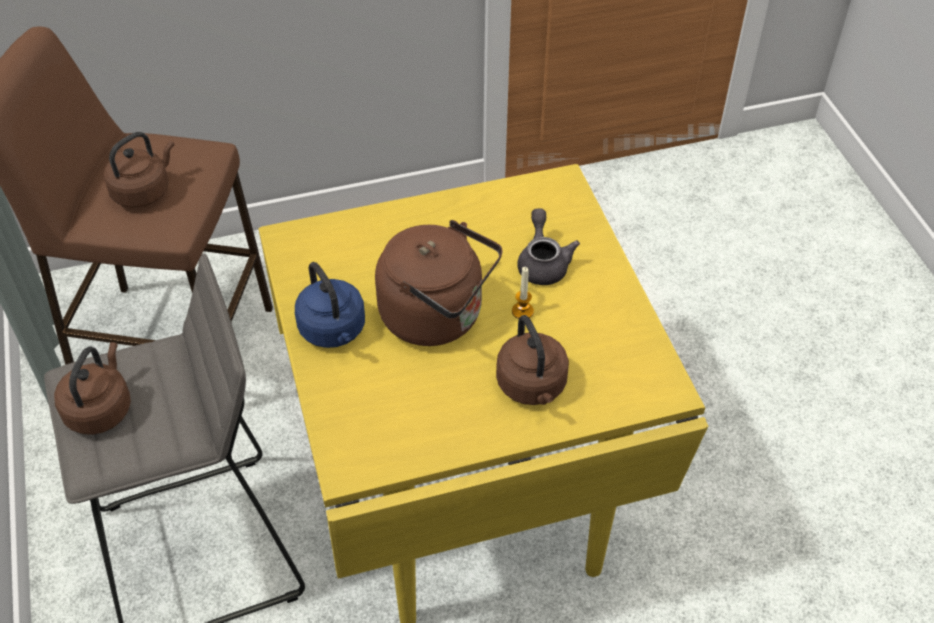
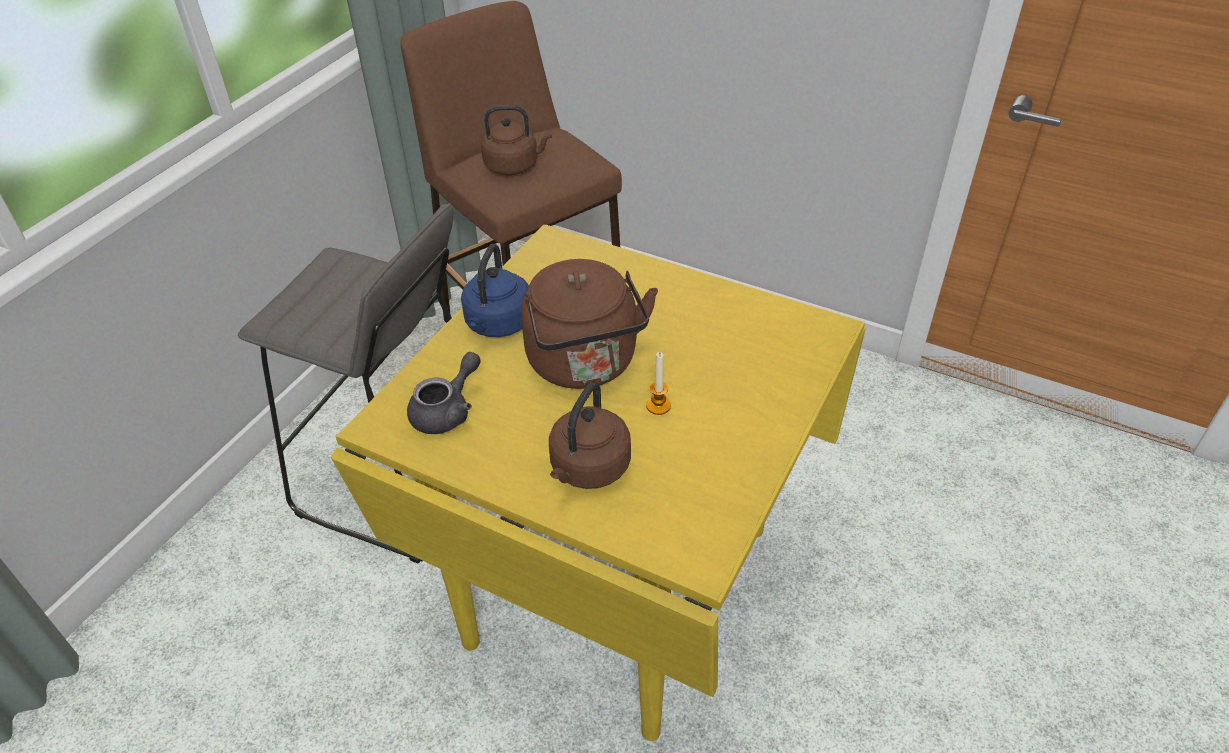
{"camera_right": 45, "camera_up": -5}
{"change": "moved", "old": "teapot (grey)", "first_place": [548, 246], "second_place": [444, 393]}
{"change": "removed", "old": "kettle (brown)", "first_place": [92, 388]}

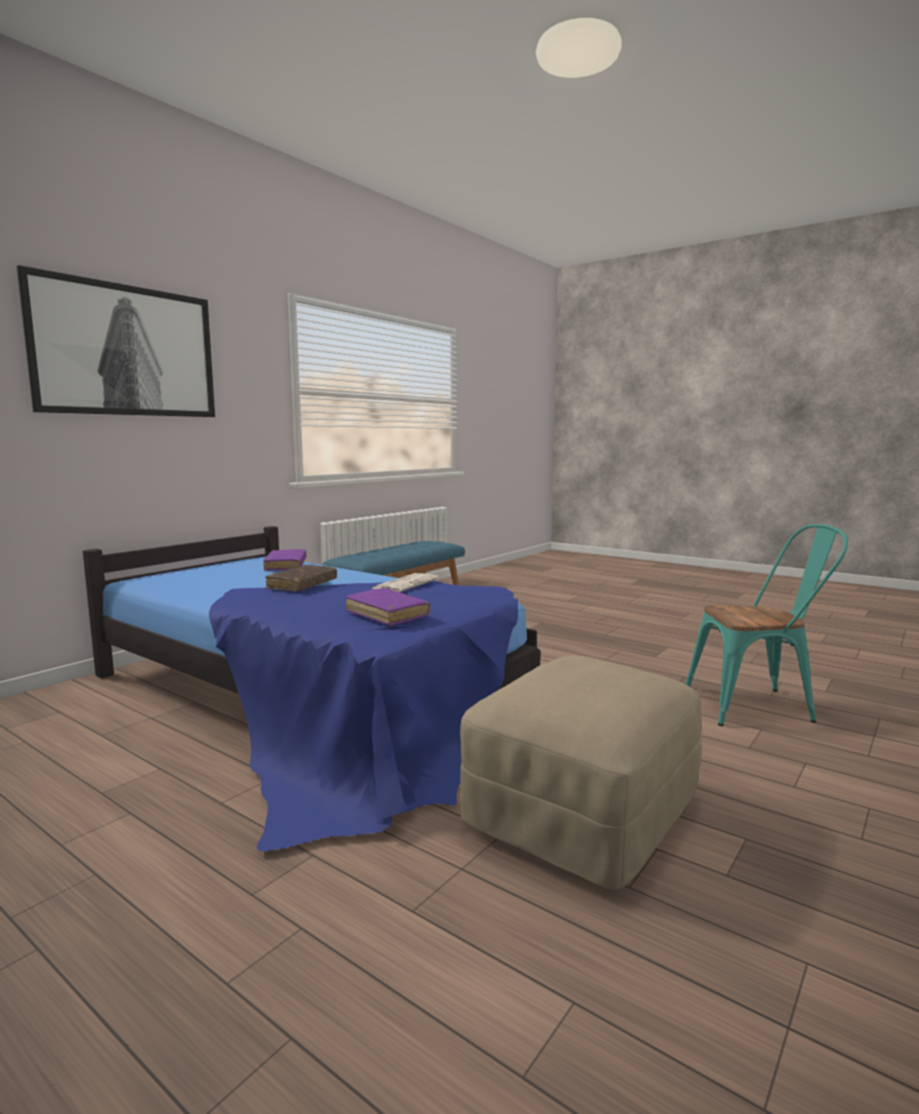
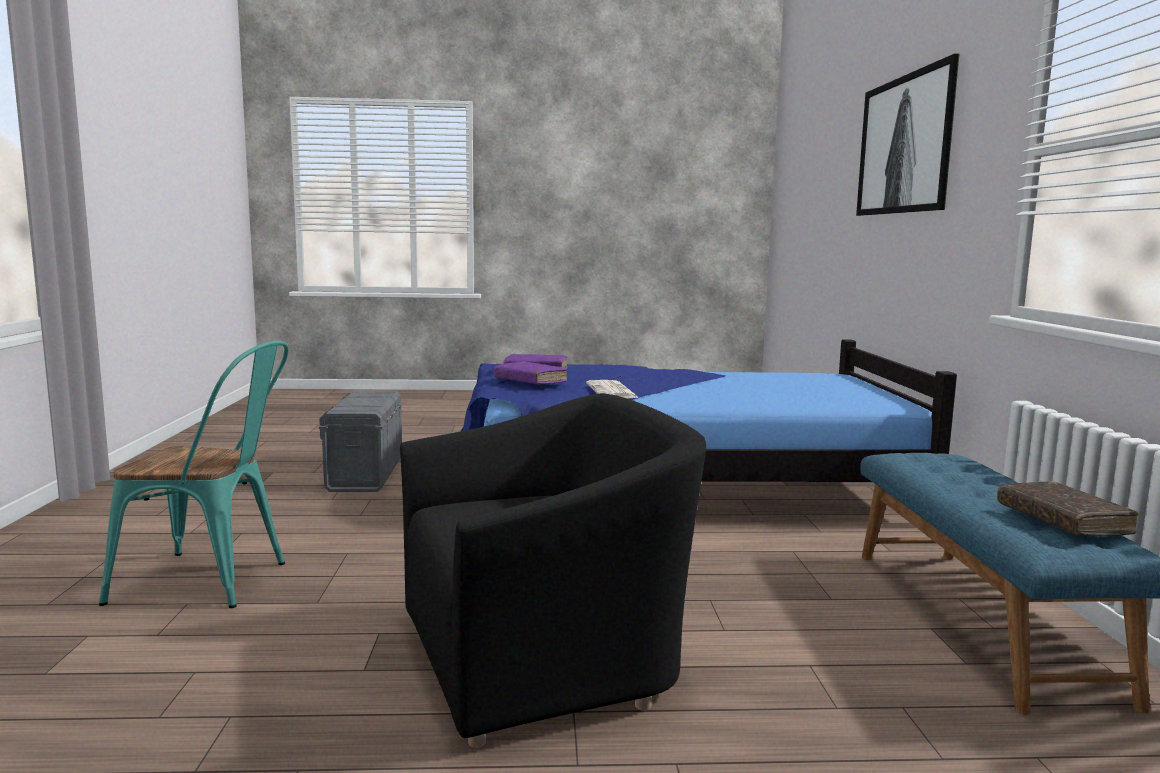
{"camera_right": 140, "camera_up": 0}
{"change": "turned", "old": "chair (turquoise)", "first_place": [767, 625], "second_place": [194, 474], "degrees": -135}
{"change": "replaced", "old": "ottoman (beige)", "new": "storage box (grey)", "first_place": [581, 773], "second_place": [361, 441]}
{"change": "added", "new": "armchair (black)", "second_place": [553, 570]}
{"change": "moved", "old": "book (purple)", "first_place": [284, 560], "second_place": [530, 373]}
{"change": "moved", "old": "book (brown)", "first_place": [301, 578], "second_place": [1067, 508]}

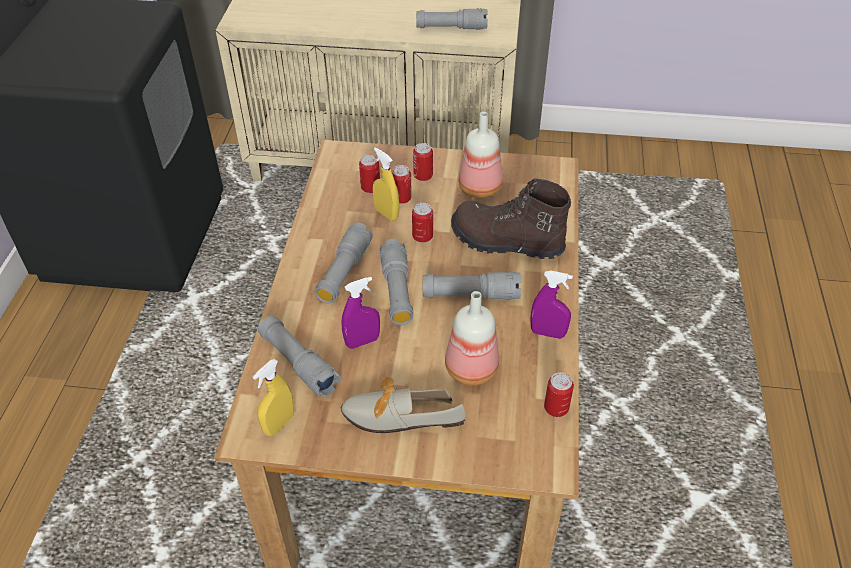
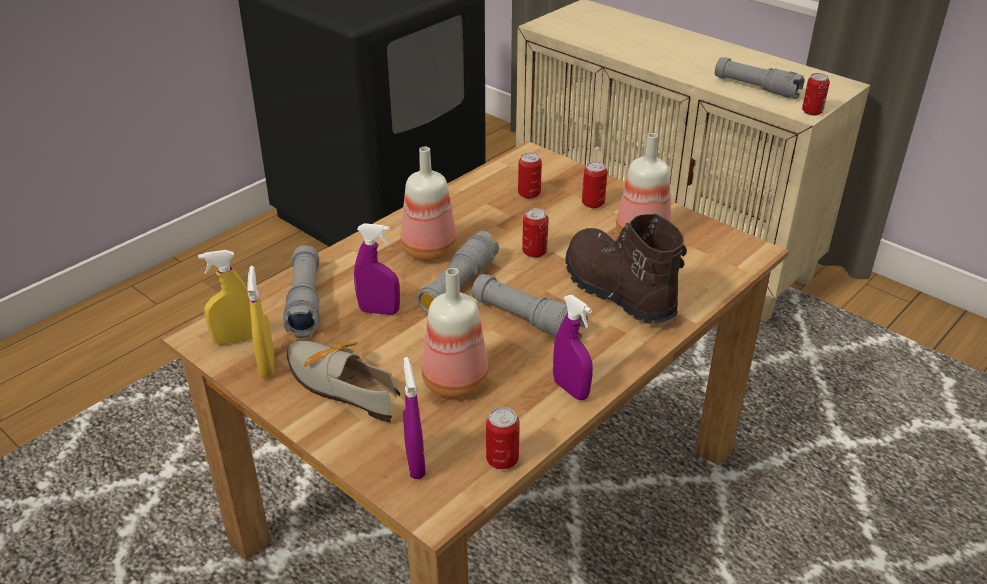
{"camera_right": 35, "camera_up": -10}
{"change": "moved", "old": "spray bottle (yellow)", "first_place": [386, 184], "second_place": [260, 322]}
{"change": "replaced", "old": "flashlight (grey)", "new": "bottle", "first_place": [343, 263], "second_place": [429, 203]}
{"change": "added", "new": "spray bottle (purple)", "second_place": [414, 418]}
{"change": "moved", "old": "can", "first_place": [402, 184], "second_place": [816, 94]}

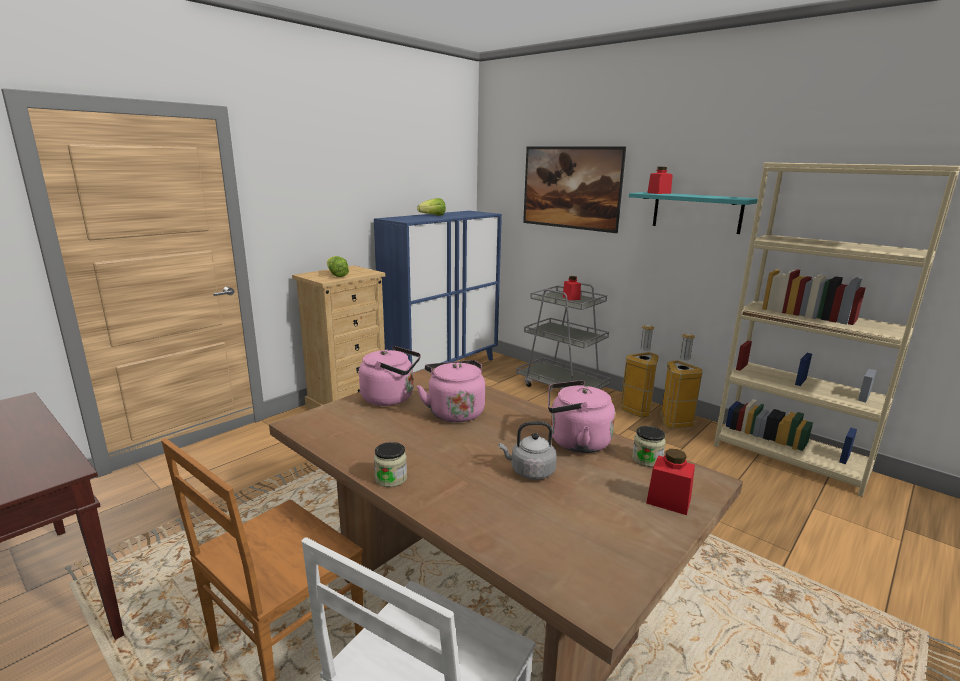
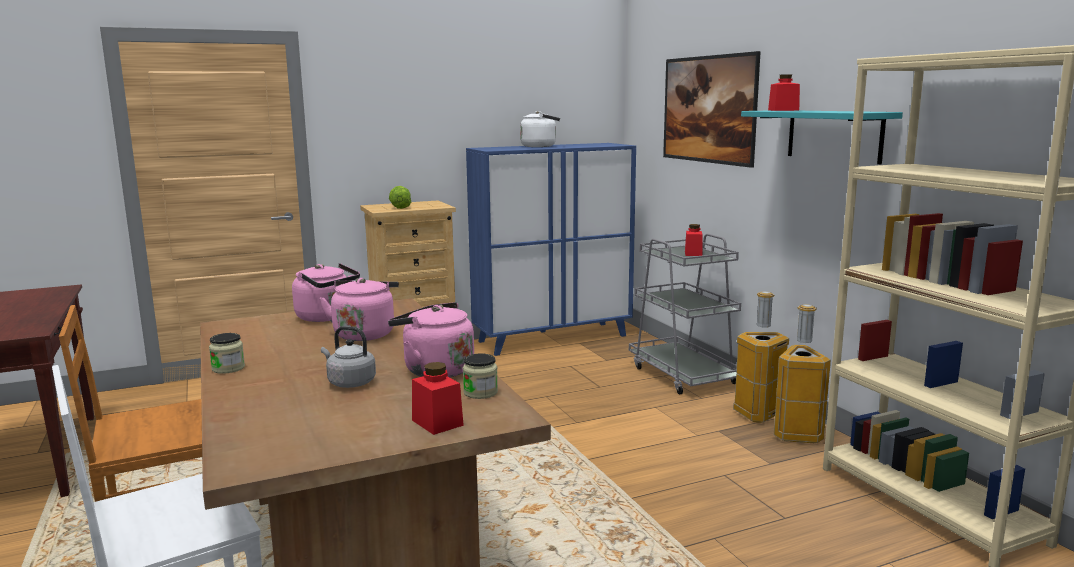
{"camera_right": 25, "camera_up": -5}
{"change": "replaced", "old": "lettuce", "new": "kettle (white)", "first_place": [431, 207], "second_place": [540, 129]}

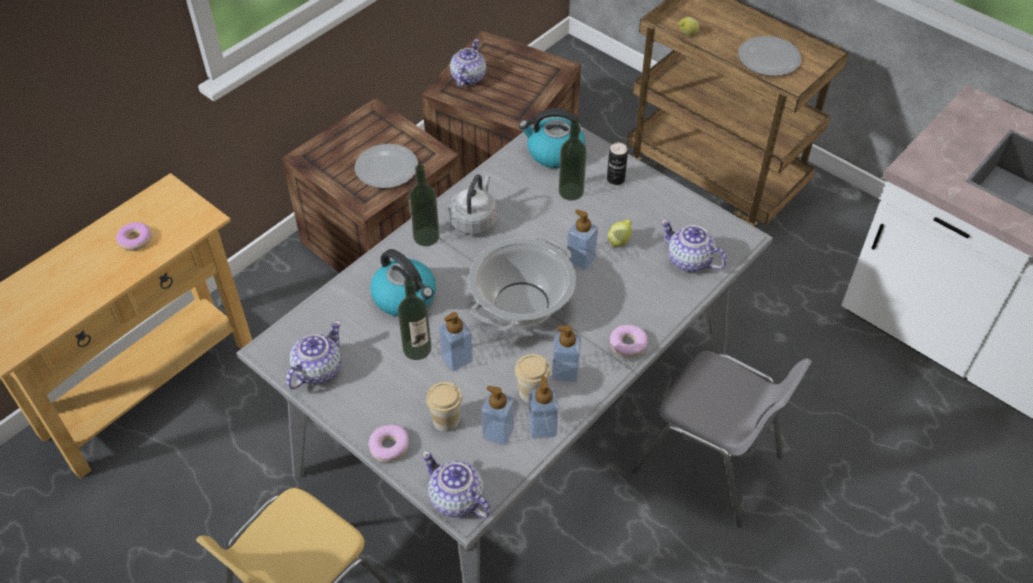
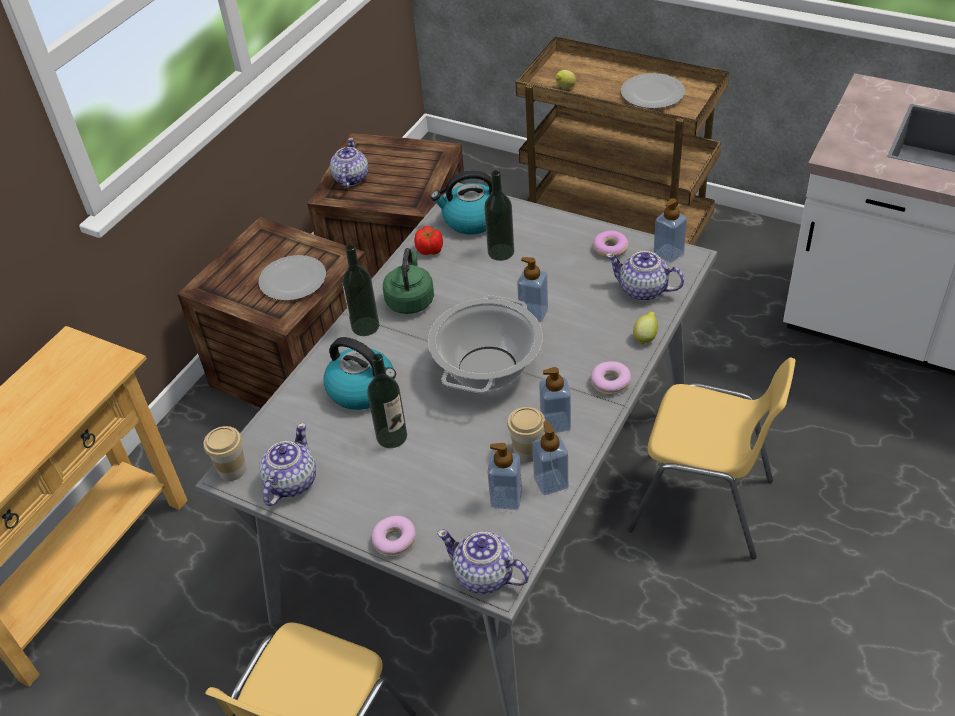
{"camera_right": -10, "camera_up": -5}
{"change": "moved", "old": "cup", "first_place": [444, 407], "second_place": [225, 453]}
{"change": "recoloured", "old": "kettle (grey)", "new": "kettle (green)", "first_place": [473, 204], "second_place": [408, 281]}
{"change": "added", "new": "tomato", "second_place": [428, 240]}
{"change": "moved", "old": "donut", "first_place": [134, 236], "second_place": [611, 244]}
{"change": "recoloured", "old": "chair (grey)", "new": "chair (yellow)", "first_place": [722, 439], "second_place": [712, 458]}
{"change": "moved", "old": "lemon", "first_place": [620, 233], "second_place": [645, 328]}
{"change": "moved", "old": "soap dispenser", "first_place": [456, 341], "second_place": [670, 230]}
{"change": "removed", "old": "can", "first_place": [617, 164]}

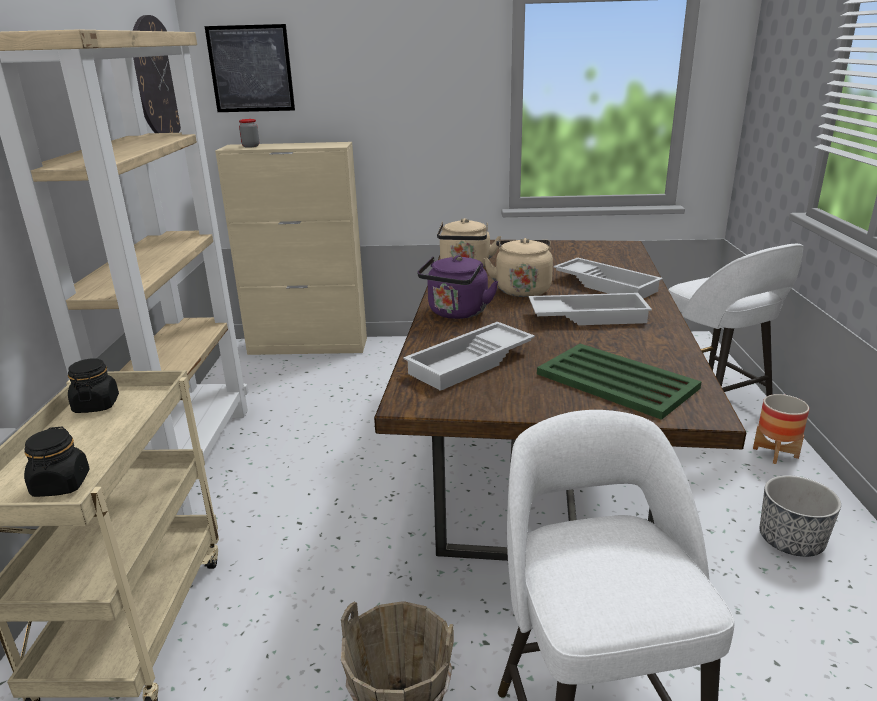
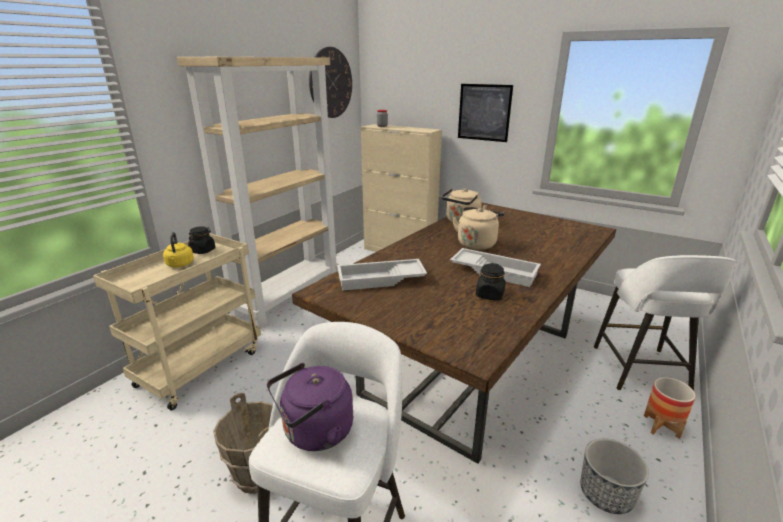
{"camera_right": 30, "camera_up": 0}
{"change": "added", "new": "kettle (yellow)", "second_place": [178, 250]}
{"change": "moved", "old": "kettle (purple)", "first_place": [458, 287], "second_place": [310, 407]}
{"change": "moved", "old": "picture", "first_place": [250, 68], "second_place": [485, 113]}
{"change": "moved", "old": "jar (black)", "first_place": [57, 461], "second_place": [491, 282]}
{"change": "removed", "old": "tray (green)", "first_place": [619, 382]}
{"change": "removed", "old": "tray (white)", "first_place": [608, 278]}

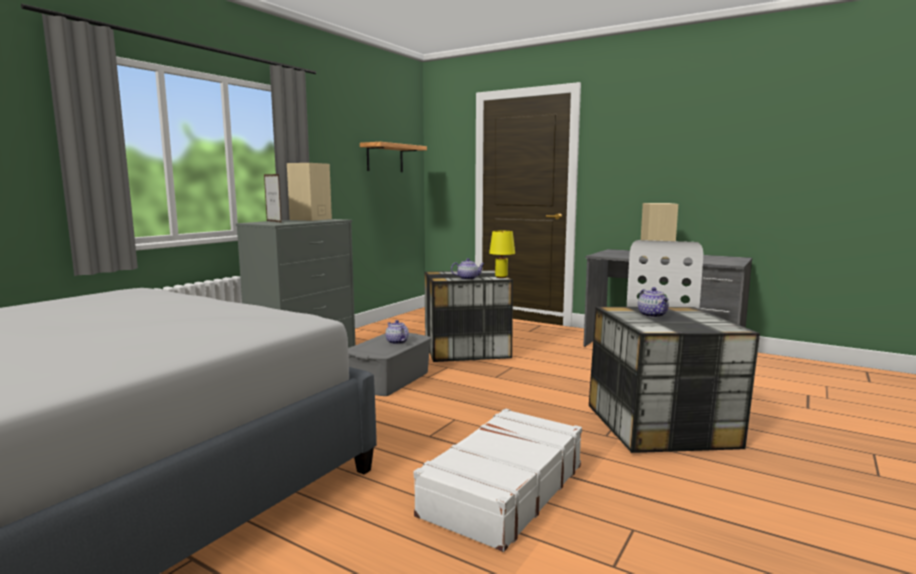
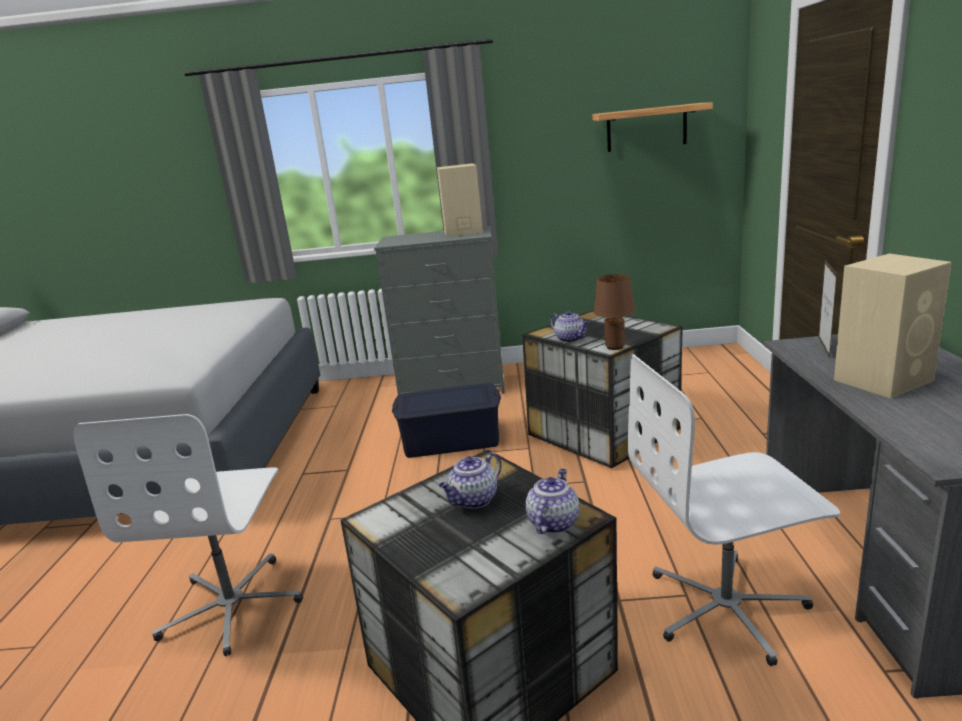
{"camera_right": 60, "camera_up": 10}
{"change": "replaced", "old": "suitcase (white)", "new": "office chair (white)", "first_place": [498, 480], "second_place": [188, 535]}
{"change": "recoloured", "old": "storage box (grey)", "new": "storage box (blue)", "first_place": [389, 364], "second_place": [446, 420]}
{"change": "moved", "old": "teapot", "first_place": [397, 332], "second_place": [552, 501]}
{"change": "recoloured", "old": "table lamp (yellow)", "new": "table lamp (brown)", "first_place": [502, 254], "second_place": [614, 312]}
{"change": "moved", "old": "picture frame", "first_place": [273, 198], "second_place": [828, 309]}

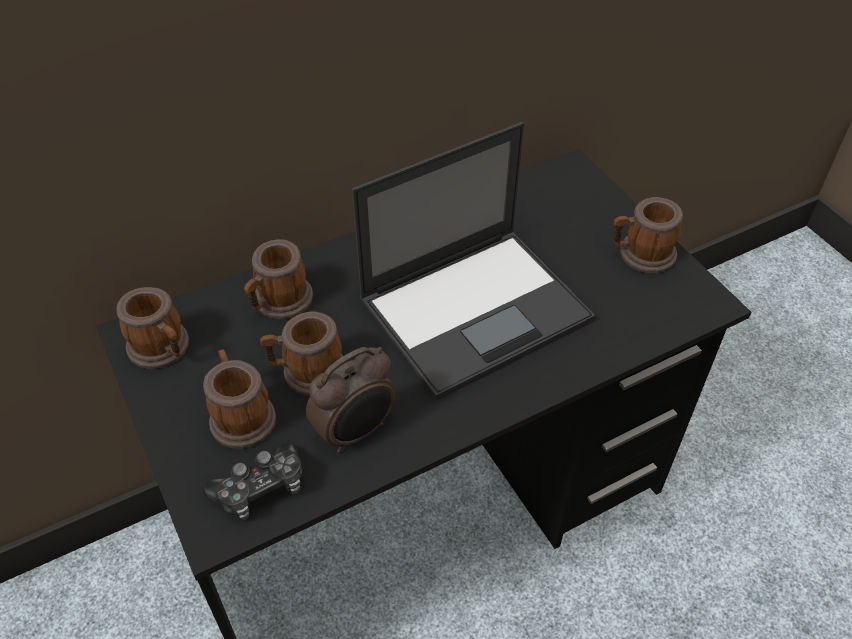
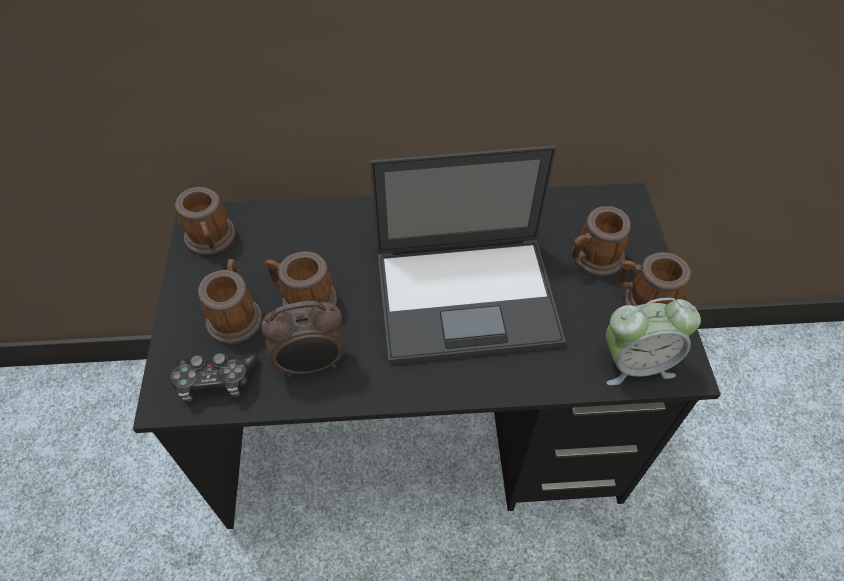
{"camera_right": 25, "camera_up": 5}
{"change": "moved", "old": "mug", "first_place": [278, 279], "second_place": [601, 241]}
{"change": "added", "new": "alarm clock", "second_place": [653, 341]}

